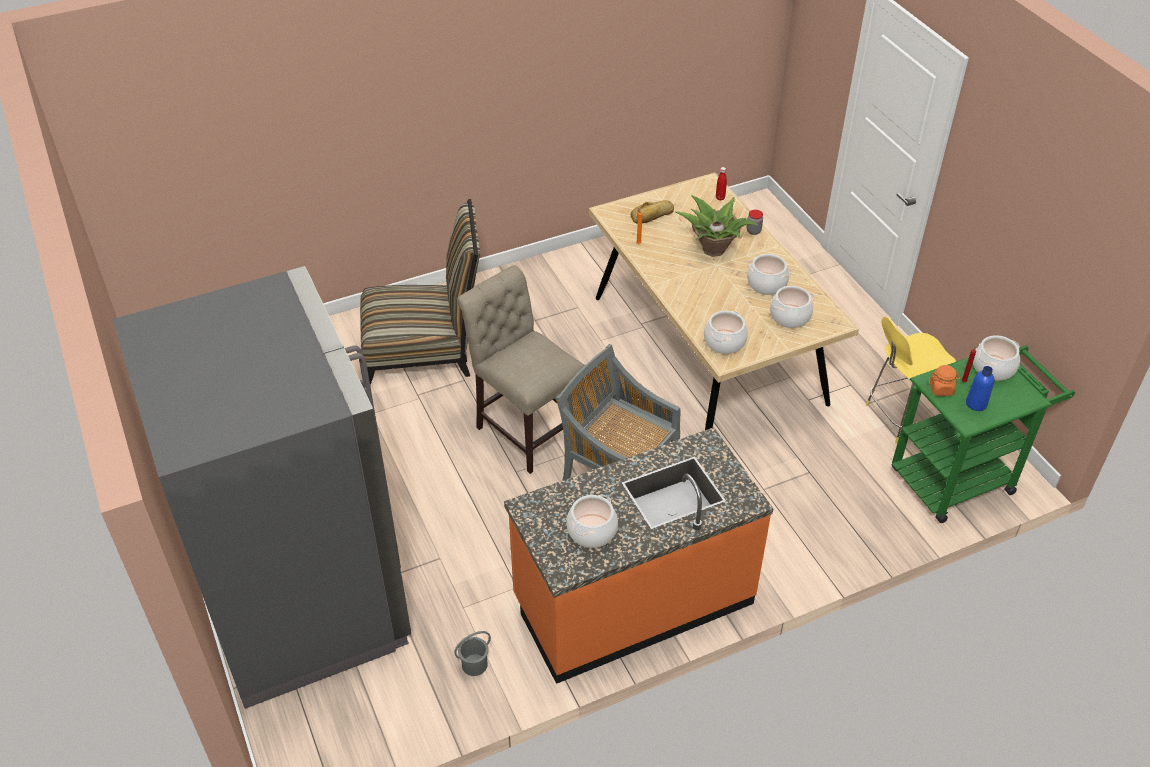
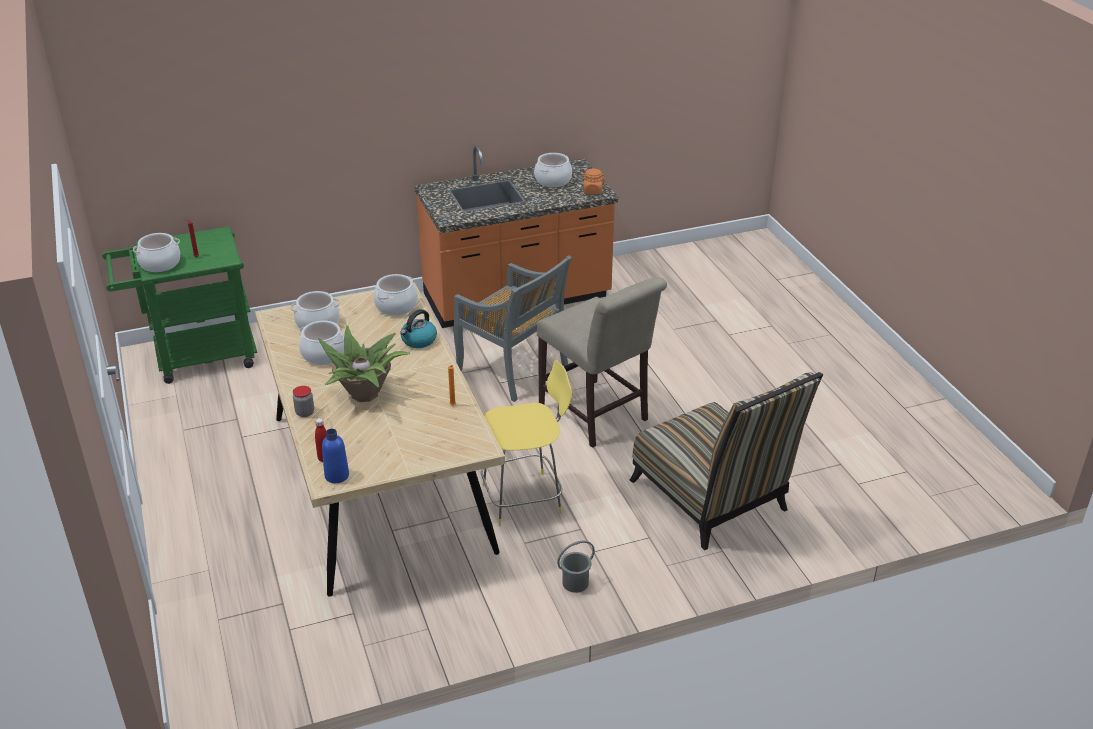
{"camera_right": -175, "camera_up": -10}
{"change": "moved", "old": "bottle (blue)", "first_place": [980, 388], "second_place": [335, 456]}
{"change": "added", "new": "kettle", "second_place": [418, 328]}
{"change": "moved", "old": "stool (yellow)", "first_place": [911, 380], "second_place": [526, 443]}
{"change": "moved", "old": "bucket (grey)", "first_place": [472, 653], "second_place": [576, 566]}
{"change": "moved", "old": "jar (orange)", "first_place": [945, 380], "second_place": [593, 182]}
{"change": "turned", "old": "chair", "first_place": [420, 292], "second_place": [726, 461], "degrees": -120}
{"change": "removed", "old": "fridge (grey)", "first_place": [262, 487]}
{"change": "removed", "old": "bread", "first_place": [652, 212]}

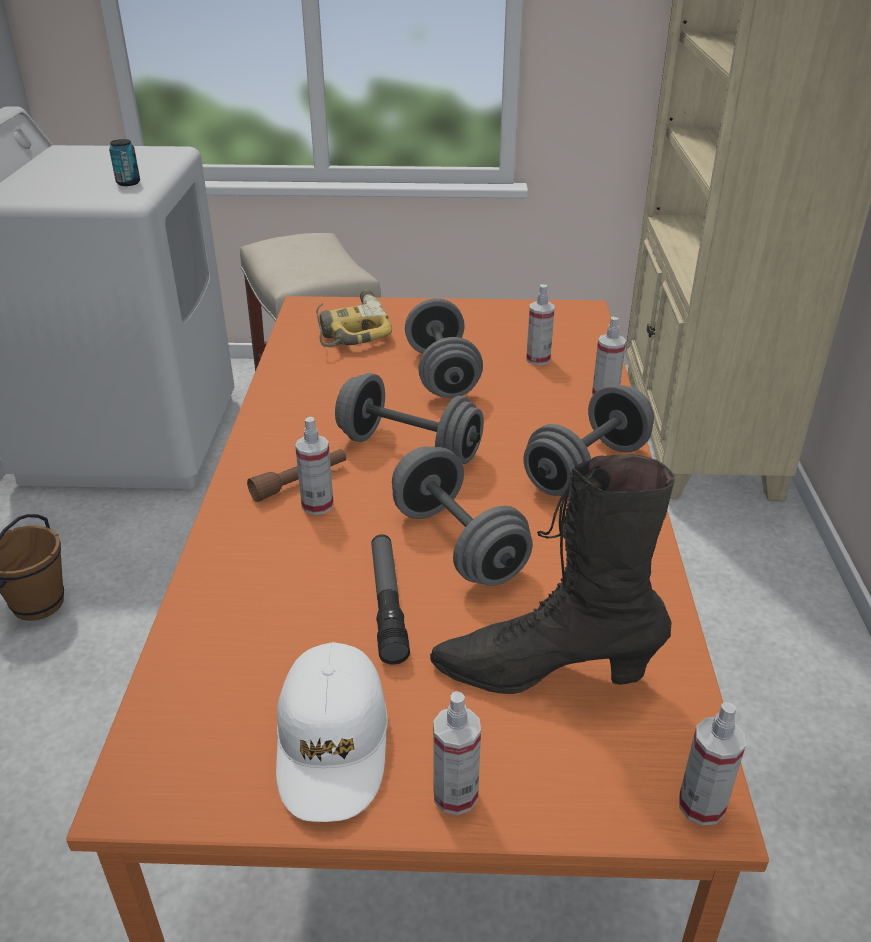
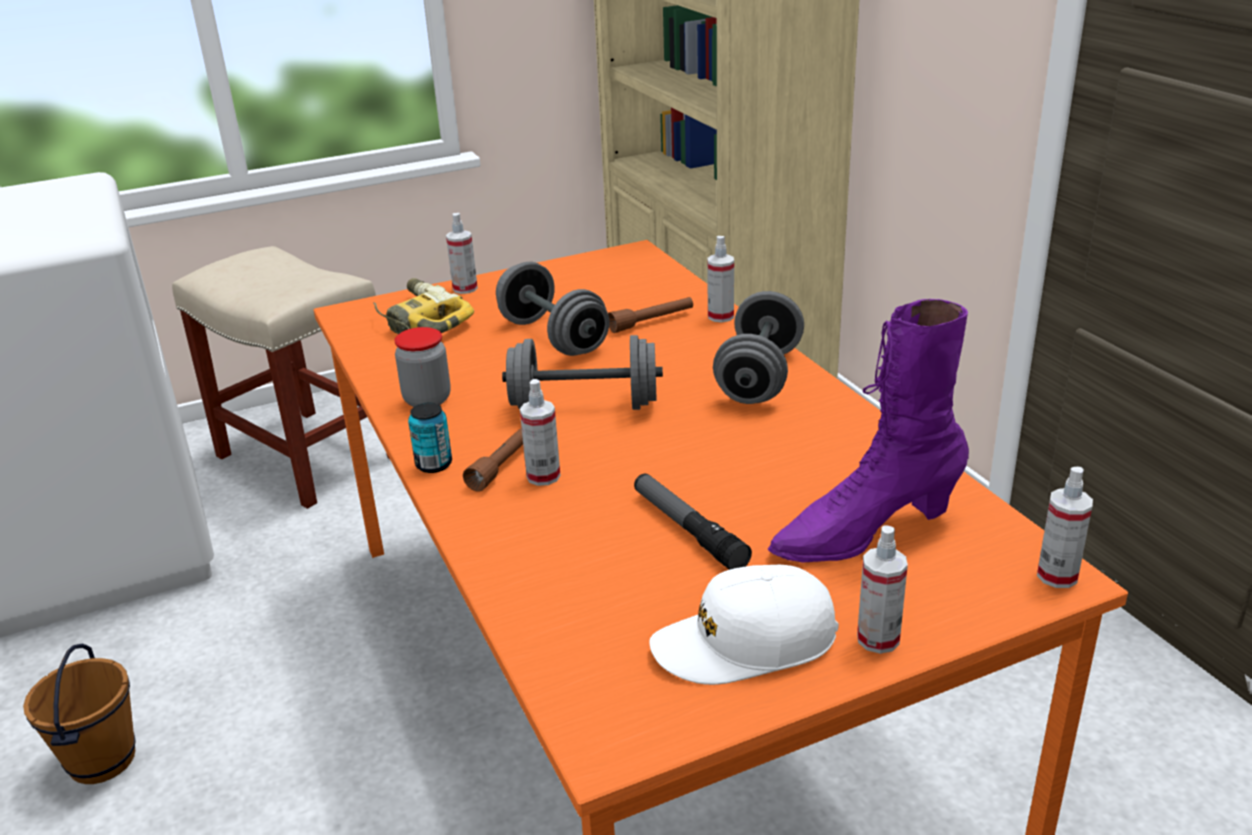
{"camera_right": -25, "camera_up": -5}
{"change": "added", "new": "jar", "second_place": [422, 367]}
{"change": "moved", "old": "can", "first_place": [124, 162], "second_place": [430, 438]}
{"change": "moved", "old": "spray bottle", "first_place": [540, 325], "second_place": [462, 253]}
{"change": "added", "new": "flashlight (brown)", "second_place": [650, 315]}
{"change": "turned", "old": "cap (white)", "first_place": [332, 732], "second_place": [744, 625], "degrees": 105}
{"change": "recoloured", "old": "boot (black)", "new": "boot (purple)", "first_place": [552, 574], "second_place": [868, 431]}
{"change": "removed", "old": "dumbbell (grey)", "first_place": [462, 516]}

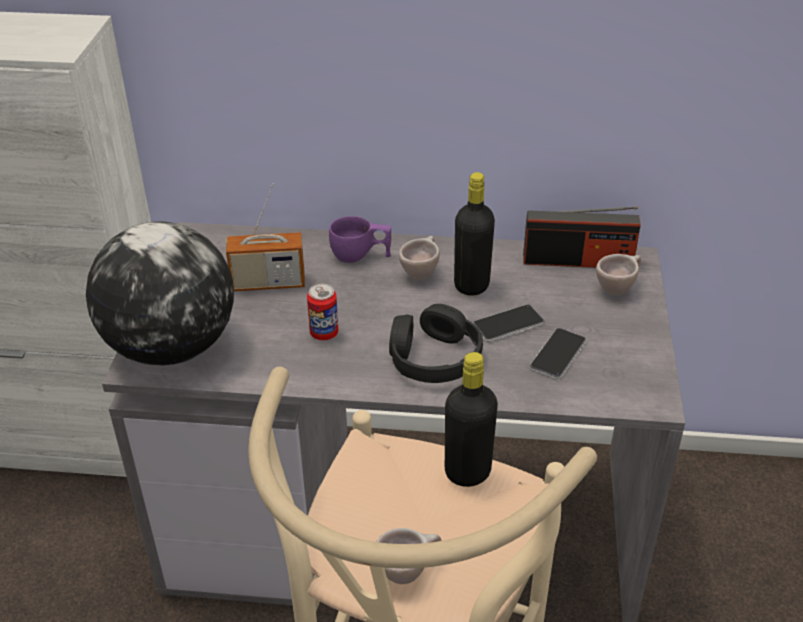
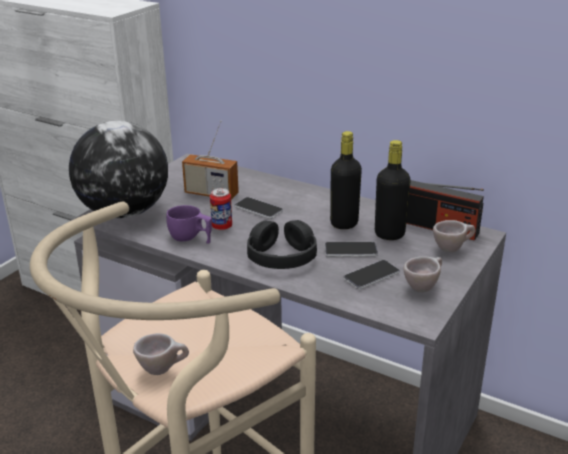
{"camera_right": 25, "camera_up": -10}
{"change": "moved", "old": "cup (purple)", "first_place": [360, 239], "second_place": [189, 224]}
{"change": "added", "new": "phone", "second_place": [258, 208]}
{"change": "moved", "old": "bottle (black)", "first_place": [471, 419], "second_place": [393, 190]}
{"change": "moved", "old": "cup (beige)", "first_place": [419, 258], "second_place": [422, 274]}

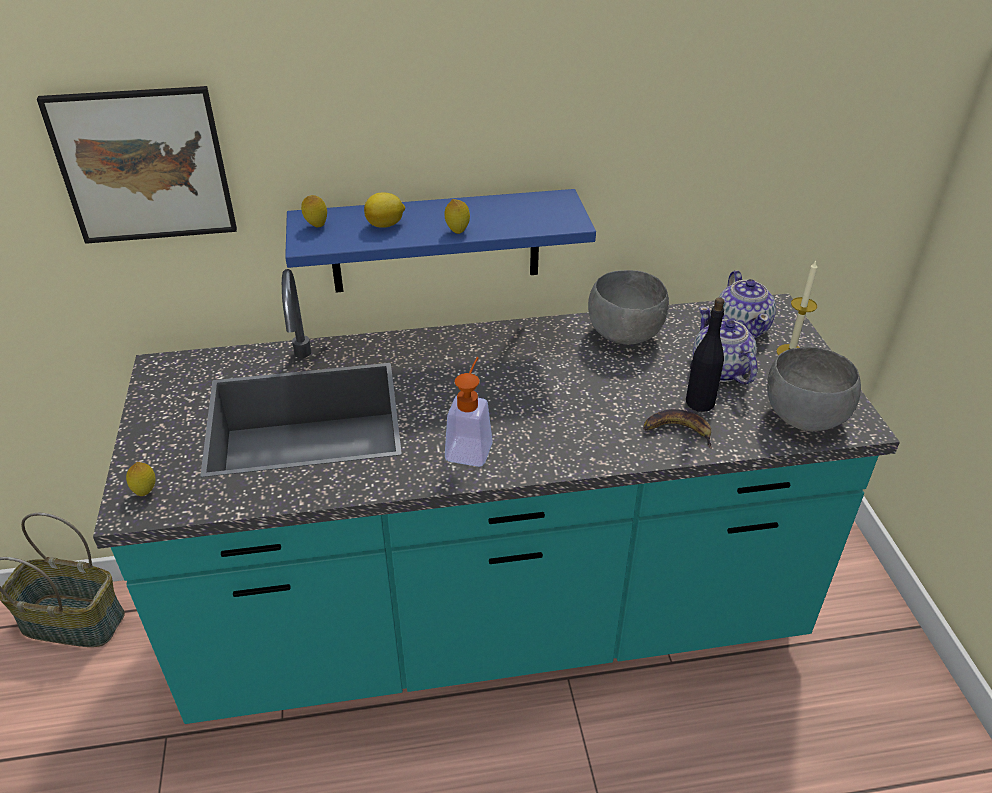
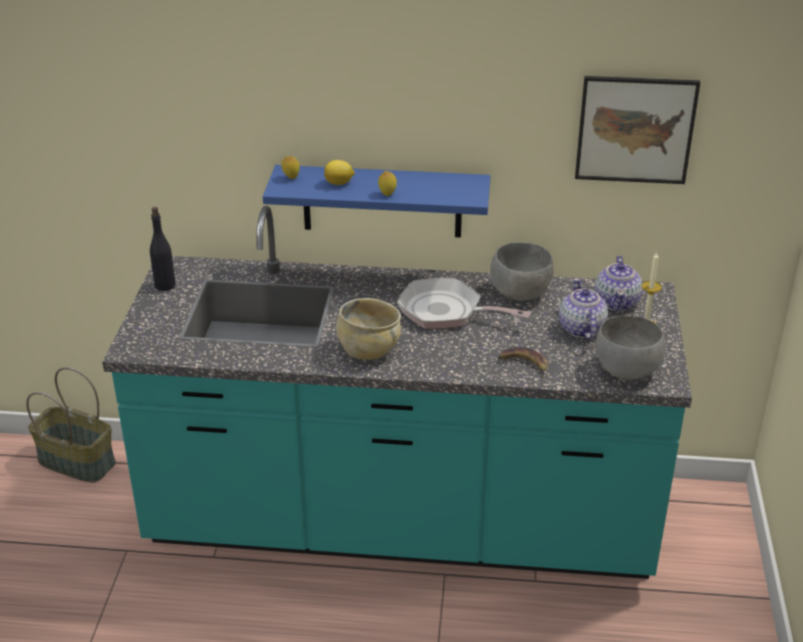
{"camera_right": 15, "camera_up": -5}
{"change": "moved", "old": "bottle (black)", "first_place": [705, 354], "second_place": [163, 249]}
{"change": "replaced", "old": "soap dispenser", "new": "bowl (beige)", "first_place": [469, 412], "second_place": [368, 329]}
{"change": "added", "new": "frying pan", "second_place": [464, 303]}
{"change": "moved", "old": "picture", "first_place": [137, 165], "second_place": [637, 130]}
{"change": "removed", "old": "lemon", "first_place": [141, 479]}

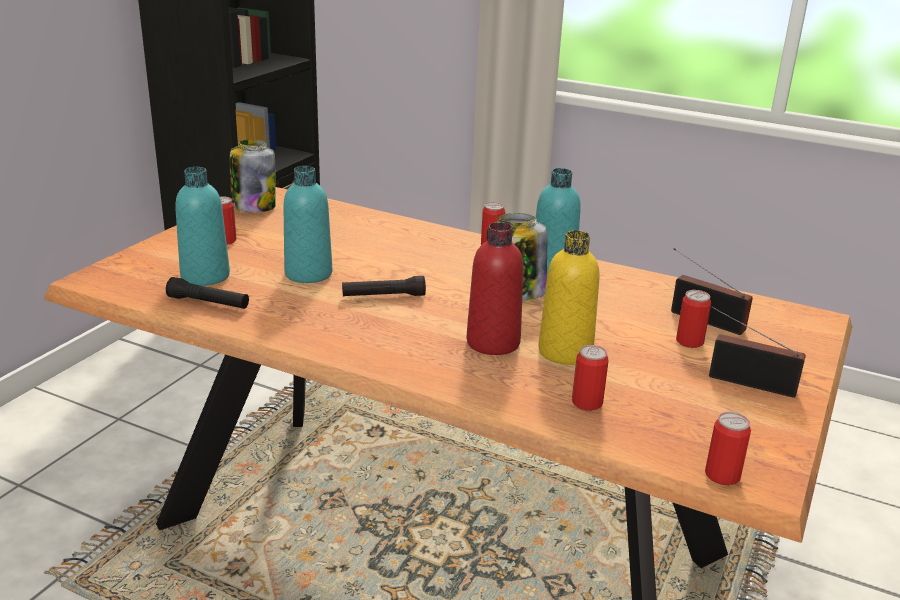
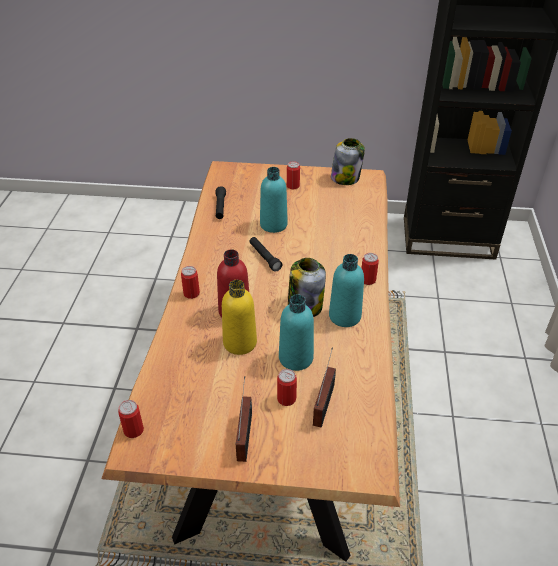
{"camera_right": 70, "camera_up": 15}
{"change": "moved", "old": "can", "first_place": [590, 378], "second_place": [190, 282]}
{"change": "moved", "old": "bottle (turquoise)", "first_place": [202, 226], "second_place": [296, 332]}

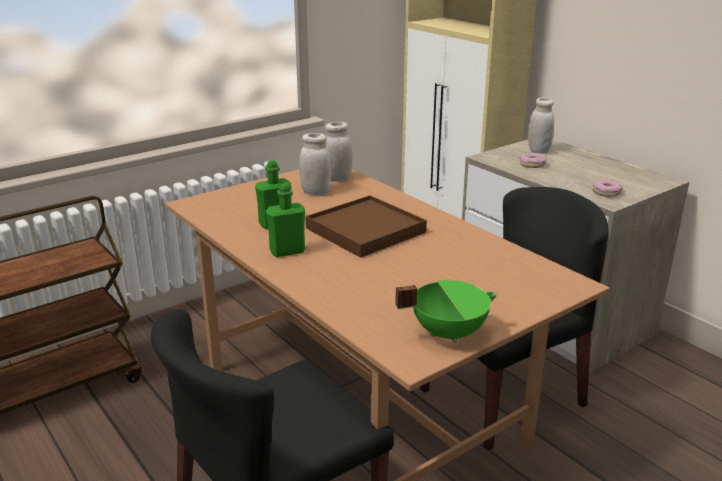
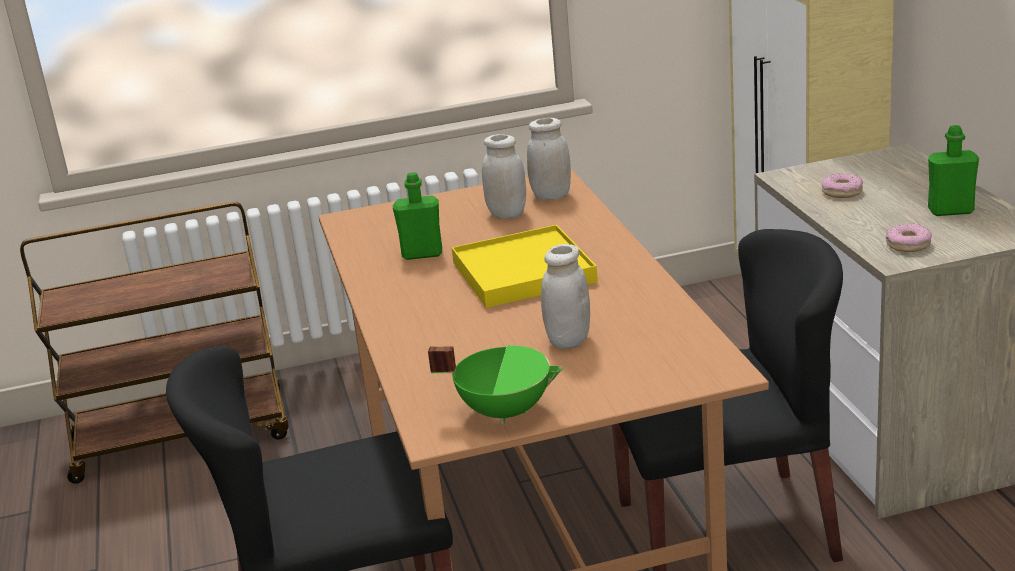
{"camera_right": 25, "camera_up": 0}
{"change": "recoloured", "old": "tray (brown)", "new": "tray (yellow)", "first_place": [366, 226], "second_place": [525, 266]}
{"change": "moved", "old": "jar (white)", "first_place": [541, 126], "second_place": [565, 296]}
{"change": "moved", "old": "bottle (green)", "first_place": [285, 220], "second_place": [953, 170]}

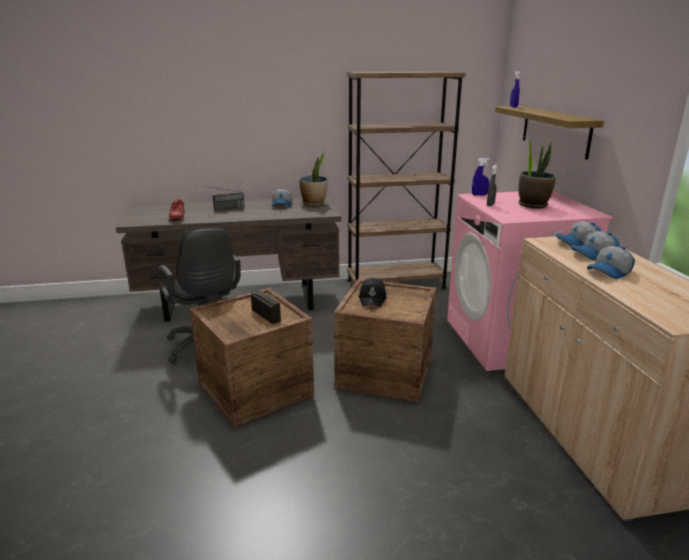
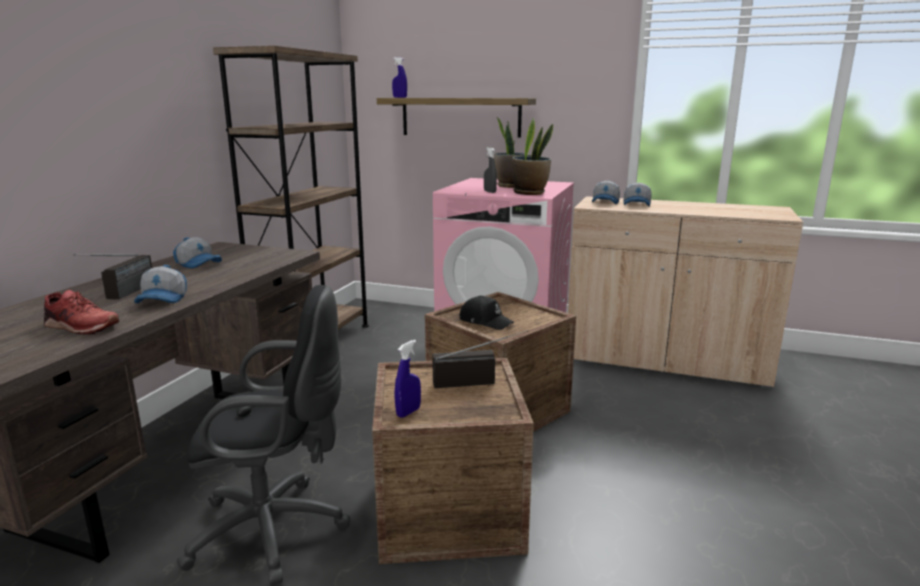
{"camera_right": -60, "camera_up": -5}
{"change": "moved", "old": "cap", "first_place": [611, 262], "second_place": [160, 284]}
{"change": "moved", "old": "spray bottle (blue)", "first_place": [481, 177], "second_place": [408, 379]}
{"change": "moved", "old": "potted plant", "first_place": [313, 178], "second_place": [532, 156]}

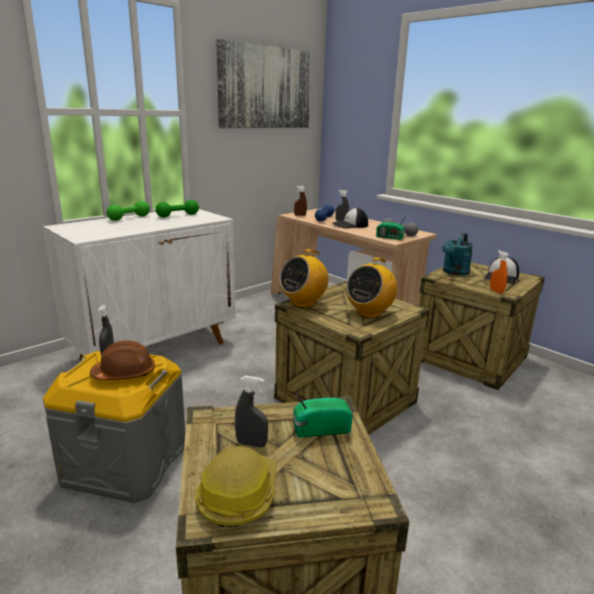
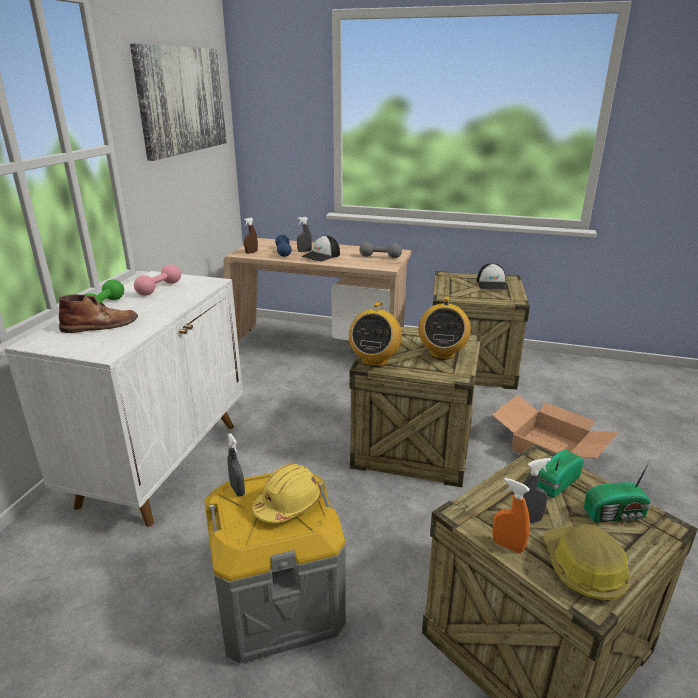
{"camera_right": -30, "camera_up": 5}
{"change": "added", "new": "boot (brown)", "second_place": [98, 313]}
{"change": "recoloured", "old": "dumbbell (green)", "new": "dumbbell (pink)", "first_place": [177, 209], "second_place": [157, 280]}
{"change": "recoloured", "old": "hard hat (brown)", "new": "hard hat (yellow)", "first_place": [122, 360], "second_place": [287, 493]}
{"change": "moved", "old": "spray bottle (orange)", "first_place": [499, 271], "second_place": [511, 515]}
{"change": "added", "new": "cardboard box", "second_place": [555, 426]}
{"change": "moved", "old": "radio", "first_place": [392, 226], "second_place": [617, 491]}
{"change": "removed", "old": "watering can (turquoise)", "first_place": [457, 254]}

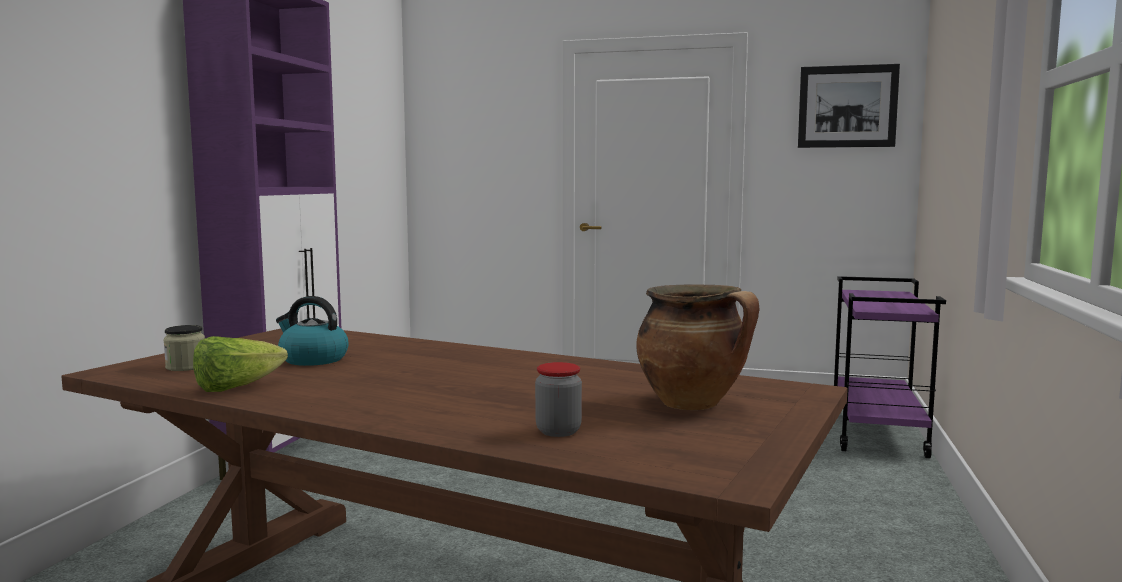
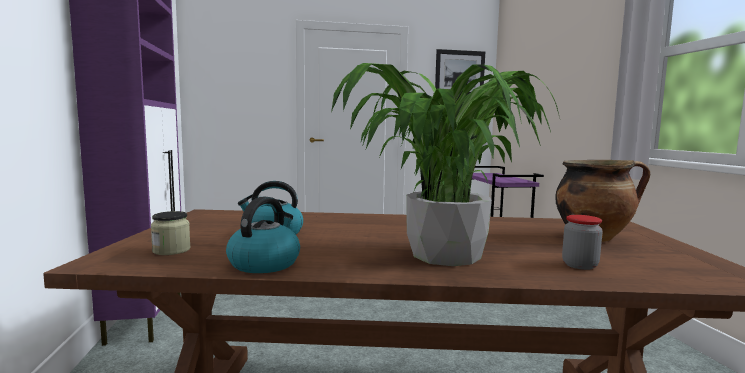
{"camera_right": -25, "camera_up": 0}
{"change": "replaced", "old": "lettuce", "new": "kettle", "first_place": [240, 364], "second_place": [263, 235]}
{"change": "added", "new": "potted plant", "second_place": [445, 164]}

